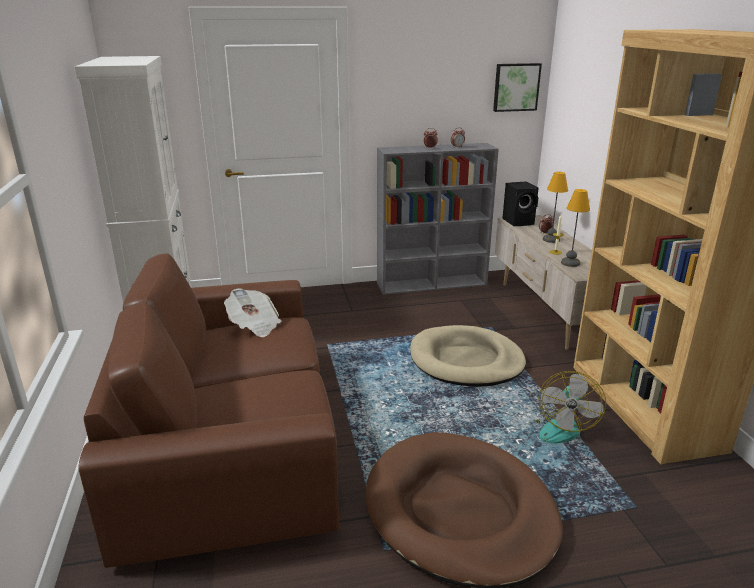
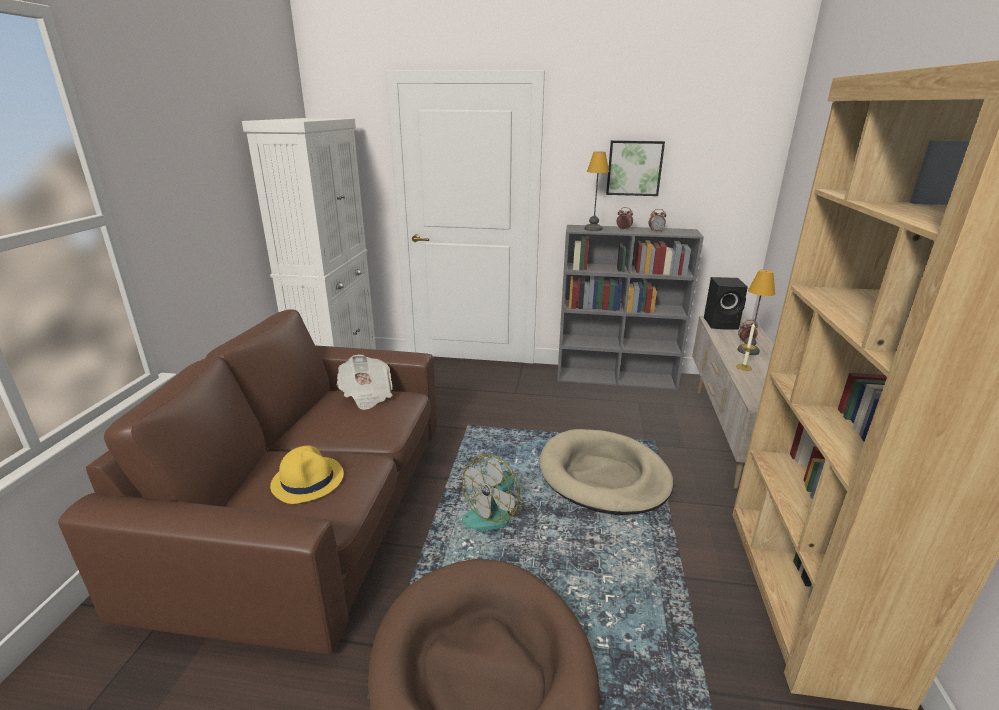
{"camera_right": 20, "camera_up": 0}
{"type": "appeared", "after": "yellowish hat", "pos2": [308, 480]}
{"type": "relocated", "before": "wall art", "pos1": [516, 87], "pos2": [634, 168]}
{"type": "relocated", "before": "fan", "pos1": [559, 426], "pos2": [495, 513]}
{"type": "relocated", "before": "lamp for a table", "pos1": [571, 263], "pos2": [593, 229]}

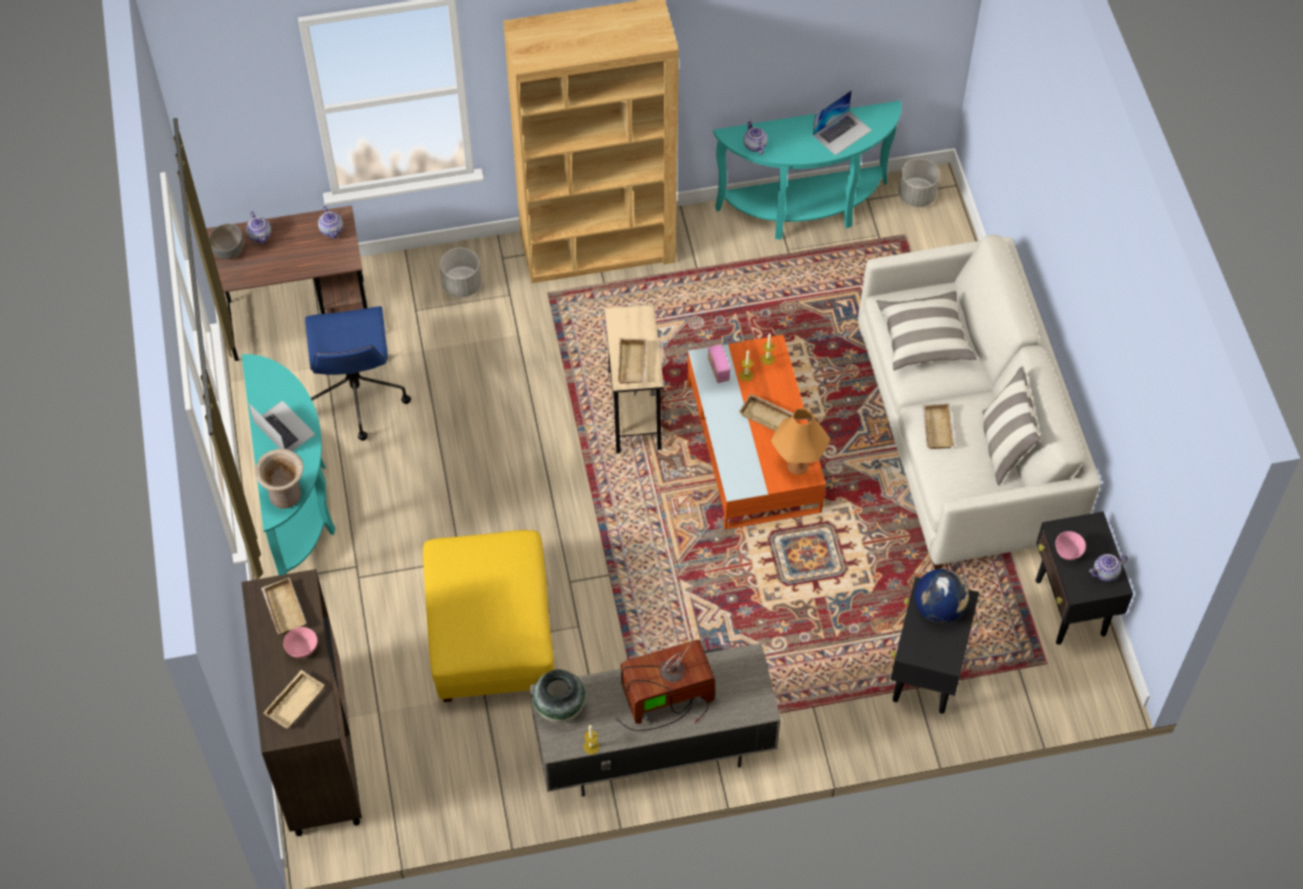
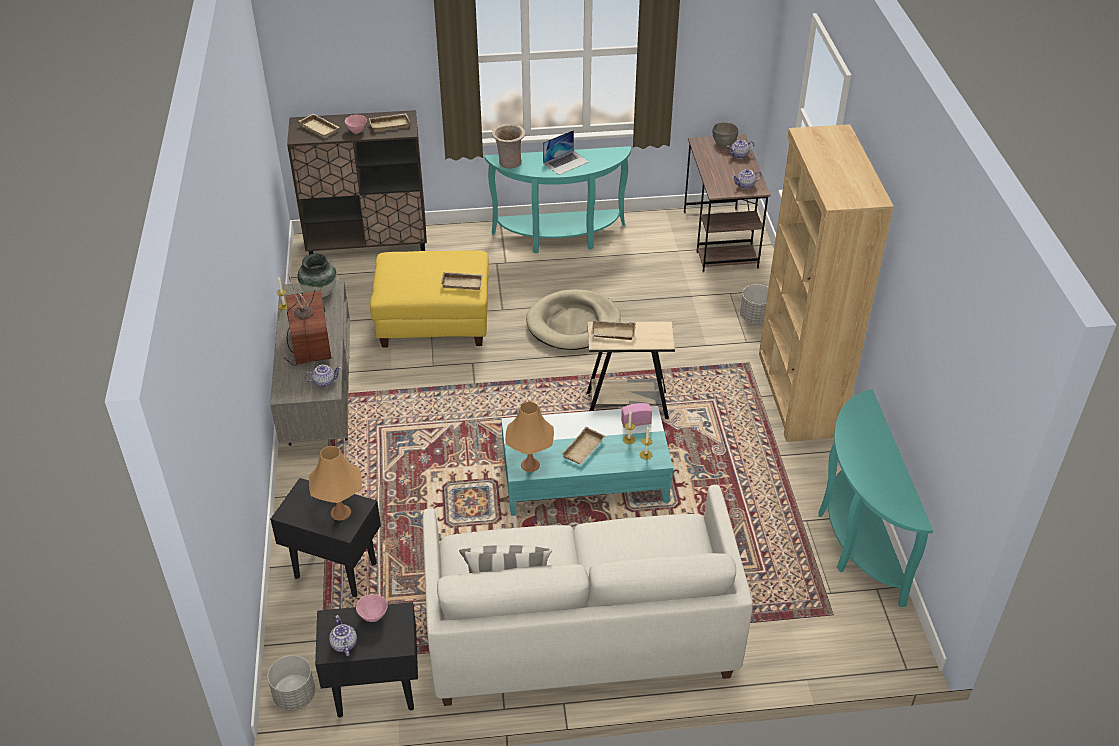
{"camera_right": 95, "camera_up": -15}
{"type": "missing", "before": "blue-coloured office chair", "pos1": [356, 395]}
{"type": "missing", "before": "notebook computer", "pos1": [842, 132]}
{"type": "missing", "before": "cushion", "pos1": [923, 339]}
{"type": "appeared", "after": "beige dog bed", "pos2": [573, 323]}
{"type": "relocated", "before": "tea pot", "pos1": [754, 145], "pos2": [324, 382]}
{"type": "relocated", "before": "gray flower pot", "pos1": [916, 196], "pos2": [294, 695]}
{"type": "relocated", "before": "beige serving tray", "pos1": [935, 428], "pos2": [462, 283]}
{"type": "exchanged", "before": "world globe", "after": "orange-coloured lamp for a table", "pos1": [939, 608], "pos2": [340, 512]}
{"type": "colour", "before": "orange-coloured low table", "after": "blue-green low table", "pos1": [753, 447], "pos2": [584, 477]}

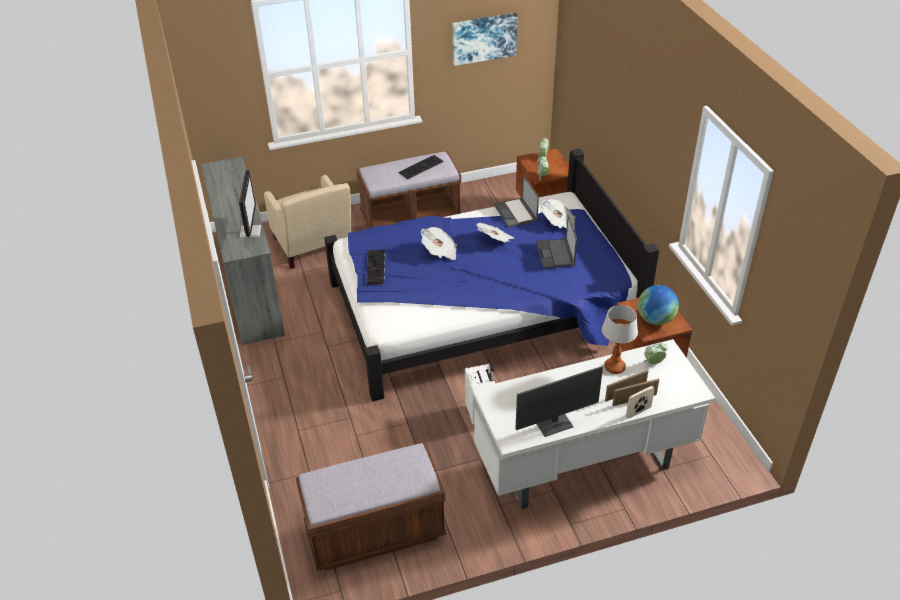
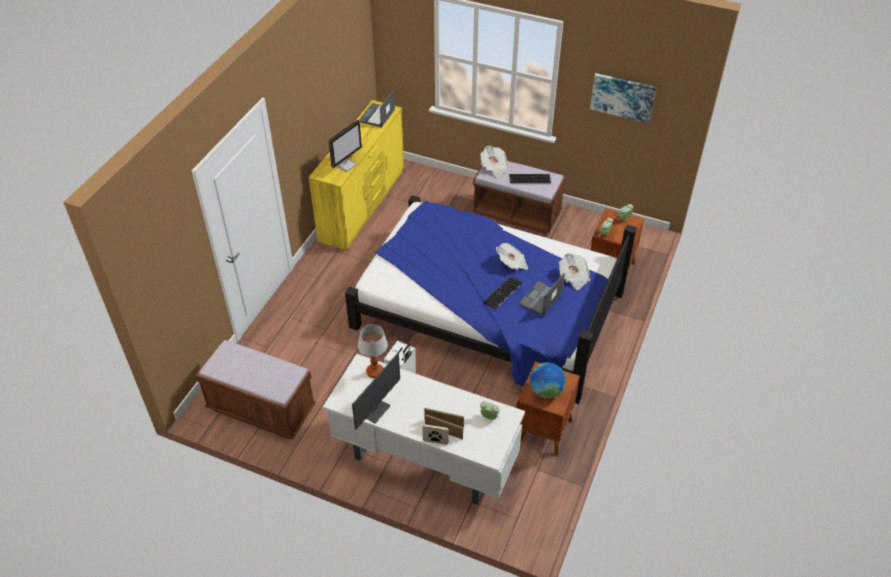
{"camera_right": 40, "camera_up": 5}
{"type": "missing", "before": "beige easy chair", "pos1": [313, 247]}
{"type": "relocated", "before": "PC keyboard", "pos1": [376, 267], "pos2": [503, 293]}
{"type": "relocated", "before": "daily paper", "pos1": [440, 252], "pos2": [494, 167]}
{"type": "relocated", "before": "notebook computer", "pos1": [516, 213], "pos2": [376, 116]}
{"type": "relocated", "before": "lamp for a table", "pos1": [615, 367], "pos2": [375, 372]}
{"type": "colour", "before": "gray chest of drawers", "after": "yellowish chest of drawers", "pos1": [251, 287], "pos2": [363, 205]}
{"type": "spun", "before": "computer screen", "pos1": [553, 423], "pos2": [375, 410], "turn": -75}

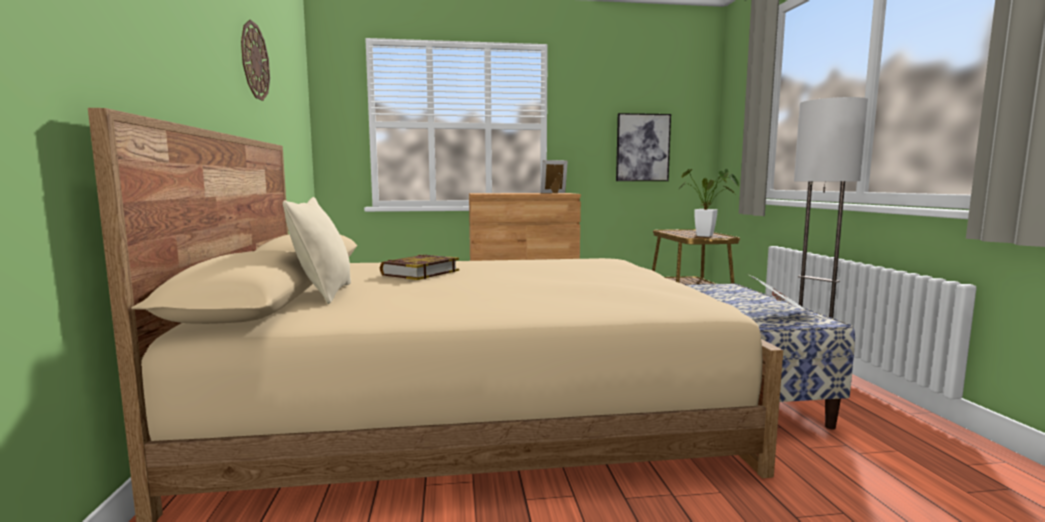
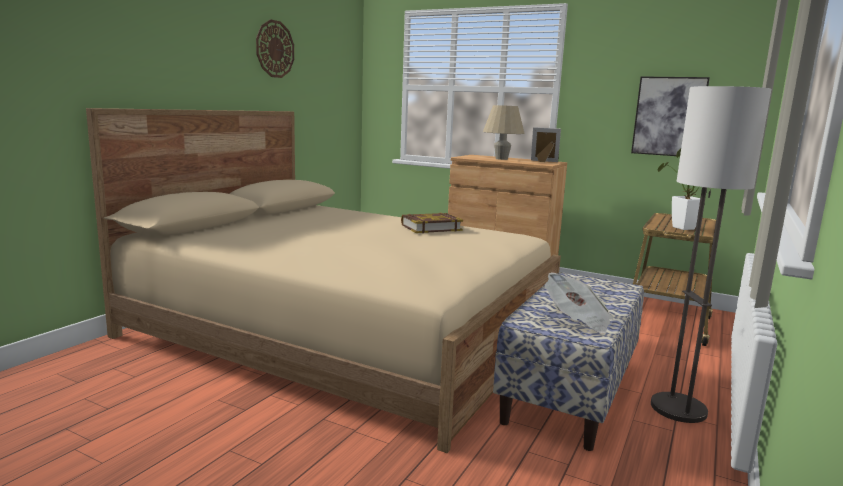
{"camera_right": 35, "camera_up": 5}
{"type": "missing", "before": "beige cushion", "pos1": [324, 293]}
{"type": "appeared", "after": "beige lamp for a table", "pos2": [501, 159]}
{"type": "relocated", "before": "bound book", "pos1": [420, 273], "pos2": [431, 227]}

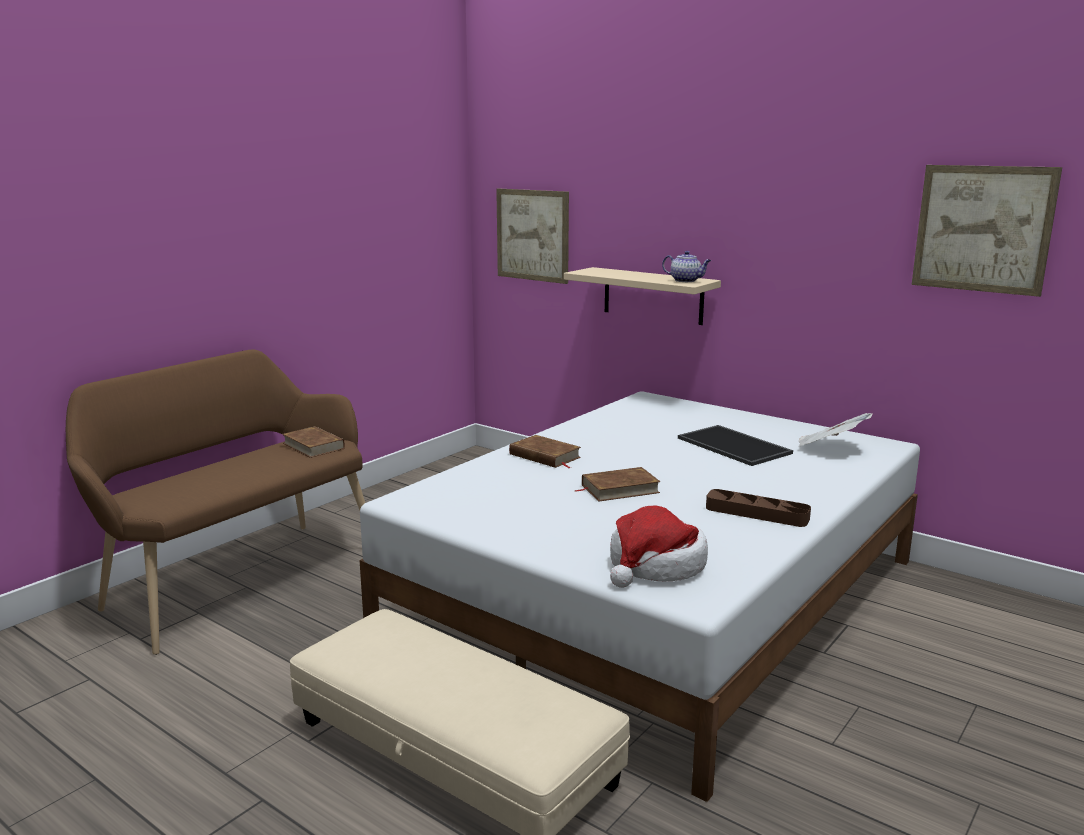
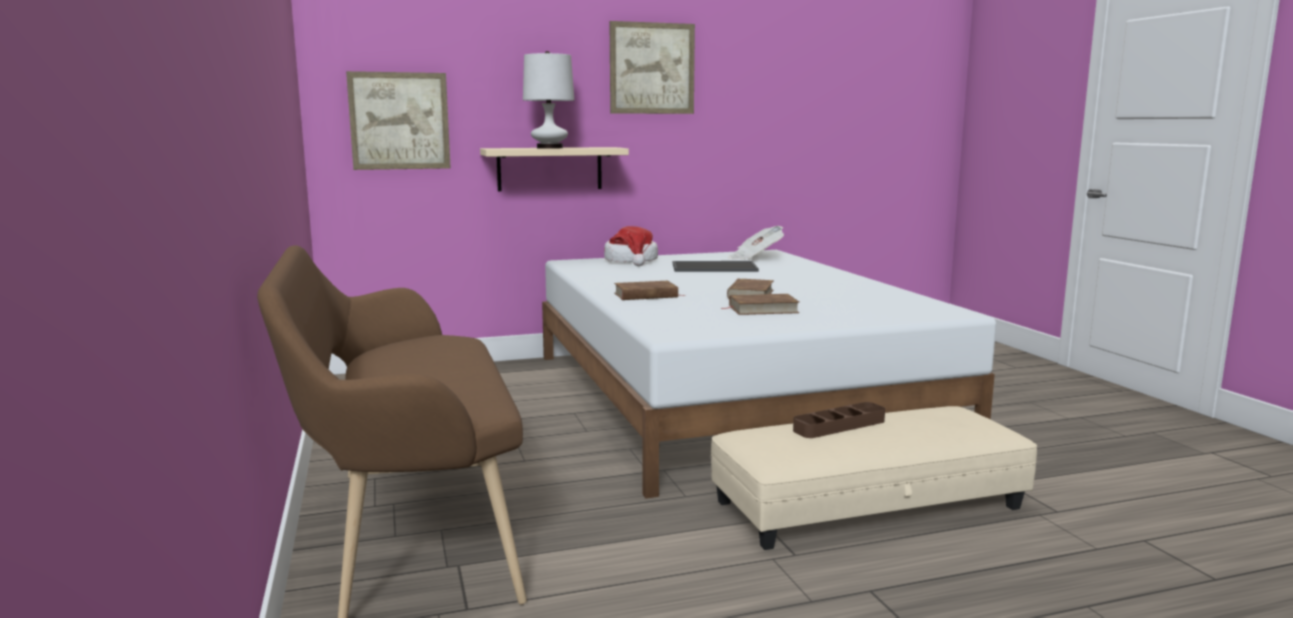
{"camera_right": -55, "camera_up": -5}
{"type": "missing", "before": "tea pot", "pos1": [686, 280]}
{"type": "appeared", "after": "whitish lamp for a table", "pos2": [549, 148]}
{"type": "relocated", "before": "brownish bound book", "pos1": [313, 446], "pos2": [762, 309]}
{"type": "relocated", "before": "hat", "pos1": [655, 566], "pos2": [631, 261]}
{"type": "relocated", "before": "brownish serving tray", "pos1": [757, 513], "pos2": [839, 425]}
{"type": "relocated", "before": "wall art", "pos1": [983, 229], "pos2": [652, 68]}

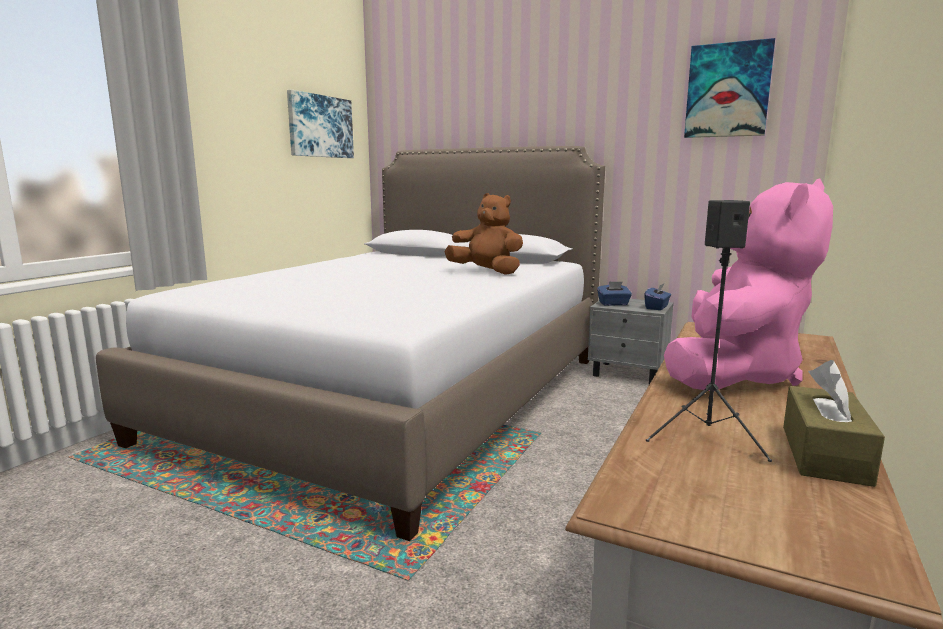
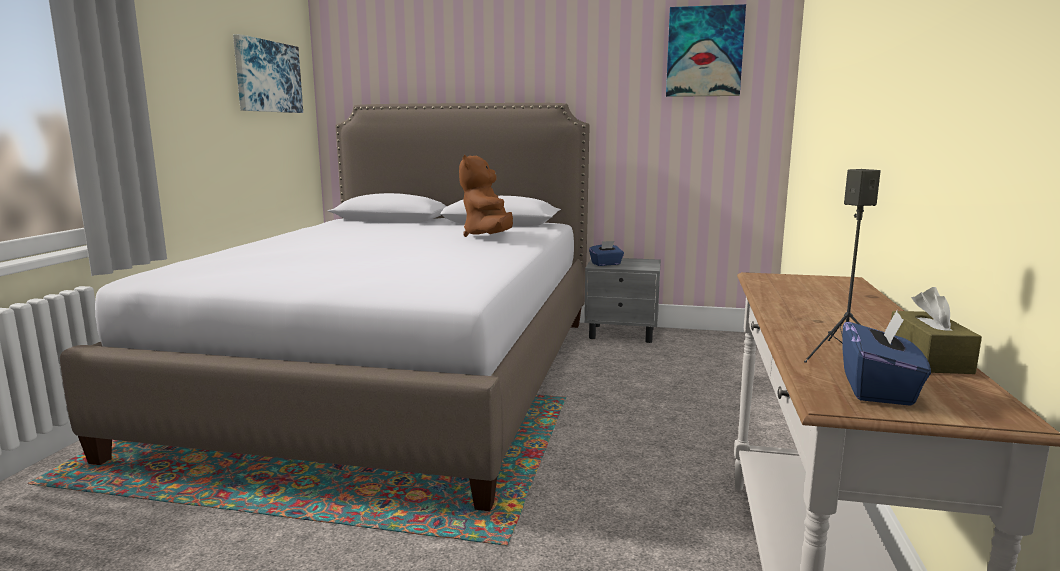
{"camera_right": -15, "camera_up": 0}
{"type": "missing", "before": "pink-coloured soft toy", "pos1": [732, 375]}
{"type": "relocated", "before": "blue-coloured tissue holder", "pos1": [657, 307], "pos2": [878, 389]}
{"type": "spun", "before": "brownish soft toy", "pos1": [487, 272], "pos2": [489, 237], "turn": -105}

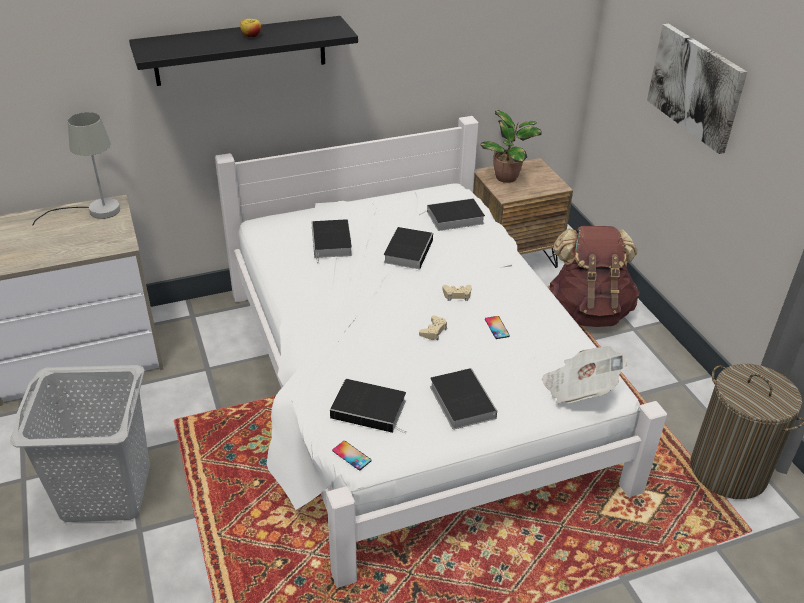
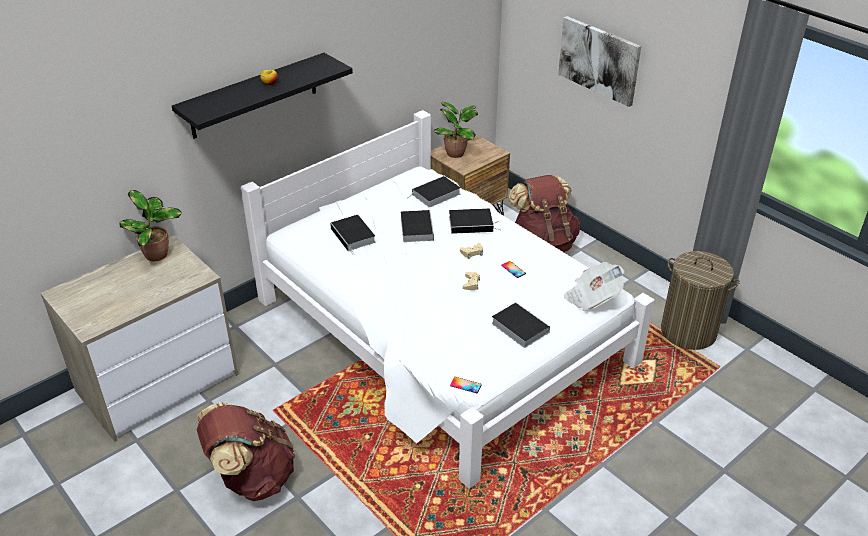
{"camera_right": -20, "camera_up": 0}
{"type": "relocated", "before": "bound book", "pos1": [371, 409], "pos2": [472, 223]}
{"type": "exchanged", "before": "gray washing basket", "after": "brownish rucksack", "pos1": [106, 491], "pos2": [252, 478]}
{"type": "exchanged", "before": "gray lamp for a table", "after": "plant in a pot", "pos1": [94, 211], "pos2": [158, 255]}

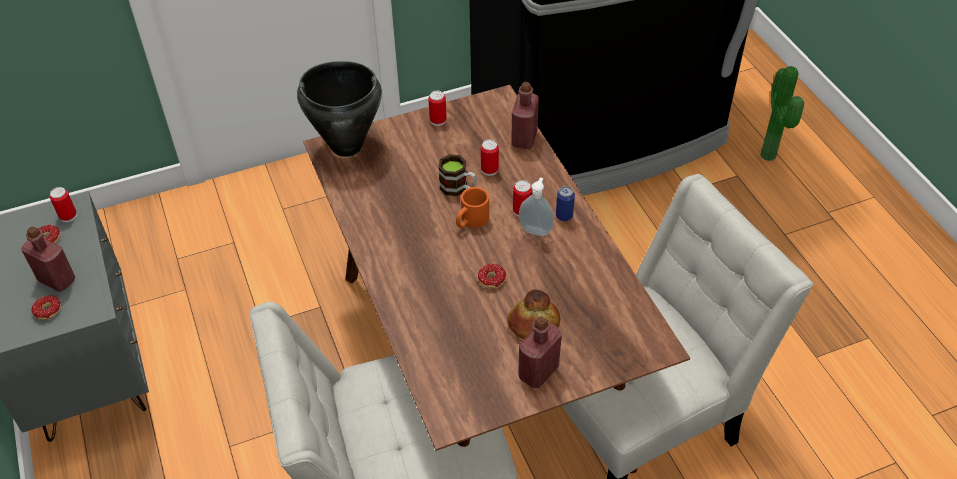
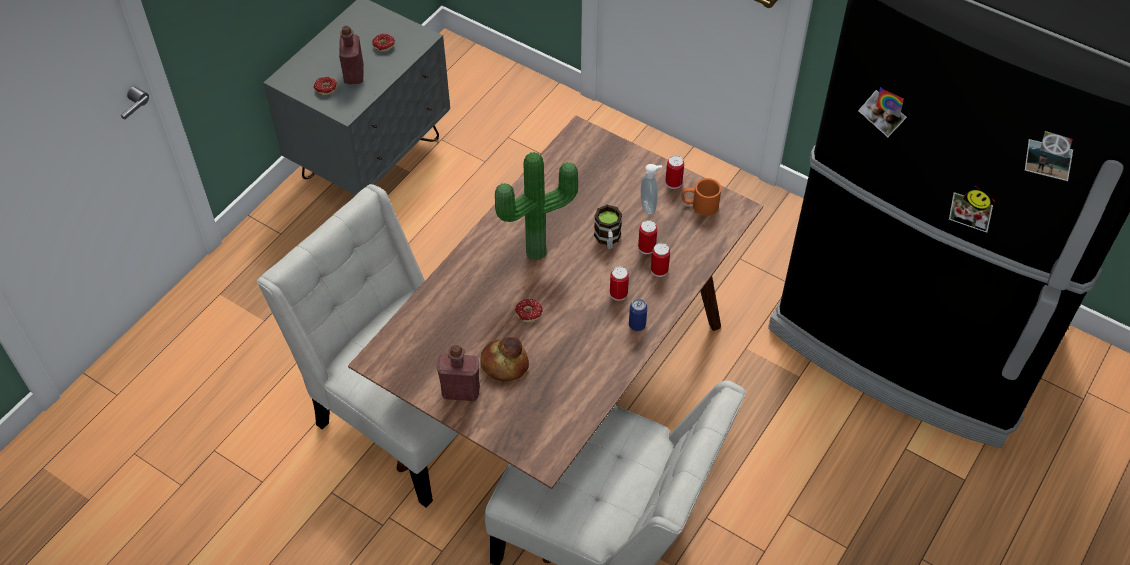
{"camera_right": 55, "camera_up": 5}
{"type": "missing", "before": "black cooking pot", "pos1": [346, 146]}
{"type": "missing", "before": "red beverage bottle", "pos1": [524, 138]}
{"type": "relocated", "before": "sealed can", "pos1": [68, 216], "pos2": [659, 270]}
{"type": "relocated", "before": "orange-coloured tea mug", "pos1": [471, 221], "pos2": [699, 205]}
{"type": "relocated", "before": "soap dispenser", "pos1": [536, 230], "pos2": [649, 207]}
{"type": "relocated", "before": "plant in a pot", "pos1": [771, 155], "pos2": [538, 255]}

